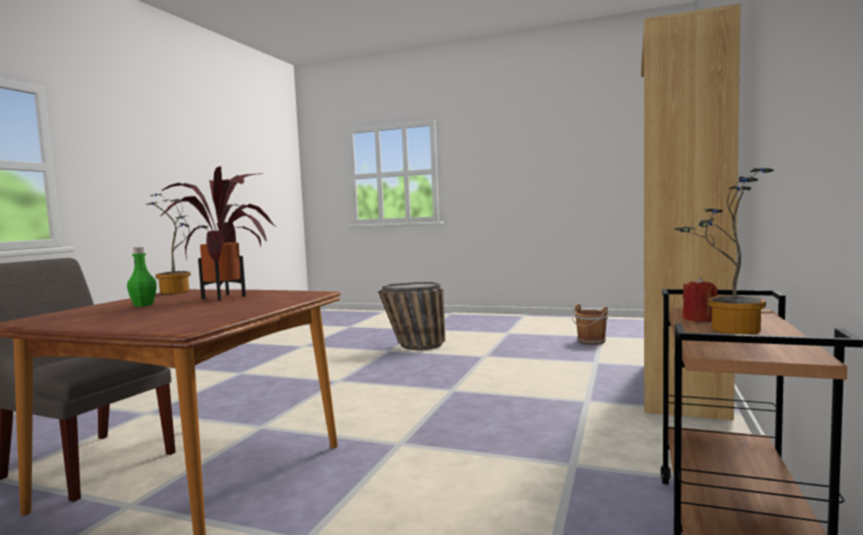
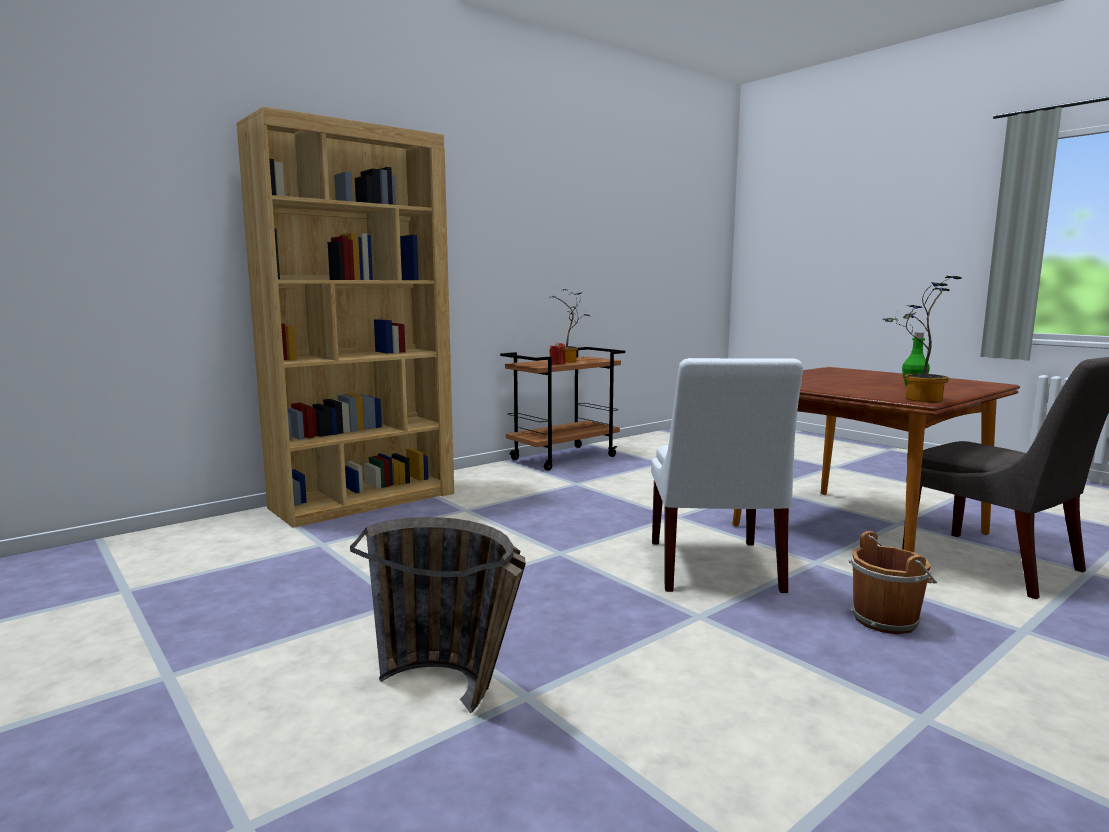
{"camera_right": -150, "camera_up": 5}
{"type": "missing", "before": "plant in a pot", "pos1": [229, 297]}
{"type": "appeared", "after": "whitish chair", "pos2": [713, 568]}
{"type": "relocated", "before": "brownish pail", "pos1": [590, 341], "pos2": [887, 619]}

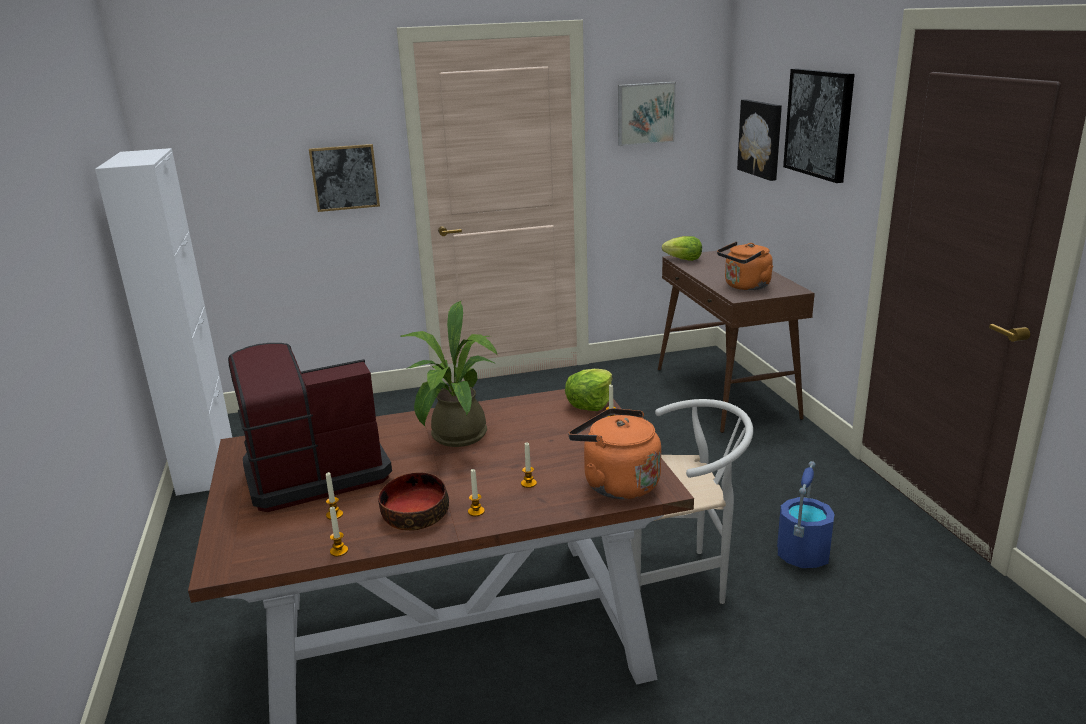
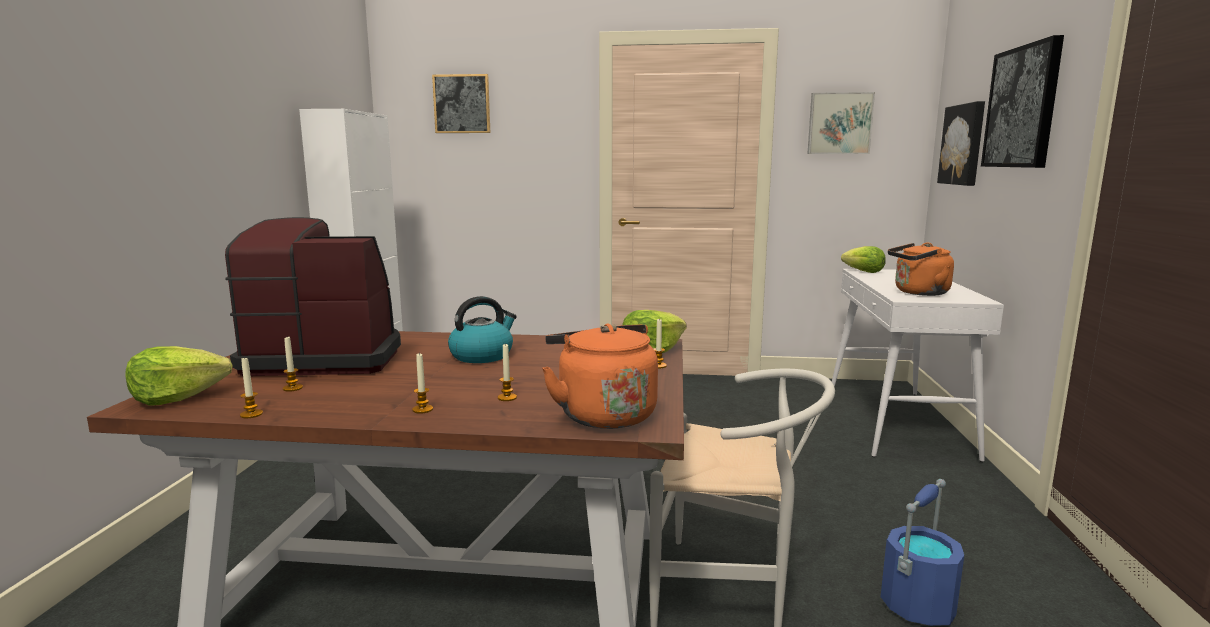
{"camera_right": 20, "camera_up": -10}
{"type": "missing", "before": "bowl", "pos1": [414, 515]}
{"type": "appeared", "after": "lettuce head", "pos2": [178, 397]}
{"type": "relocated", "before": "wall art", "pos1": [344, 177], "pos2": [462, 104]}
{"type": "exchanged", "before": "plant in a pot", "after": "water kettle", "pos1": [455, 439], "pos2": [482, 355]}
{"type": "colour", "before": "brownish narrow table", "after": "whitish narrow table", "pos1": [726, 393], "pos2": [897, 422]}

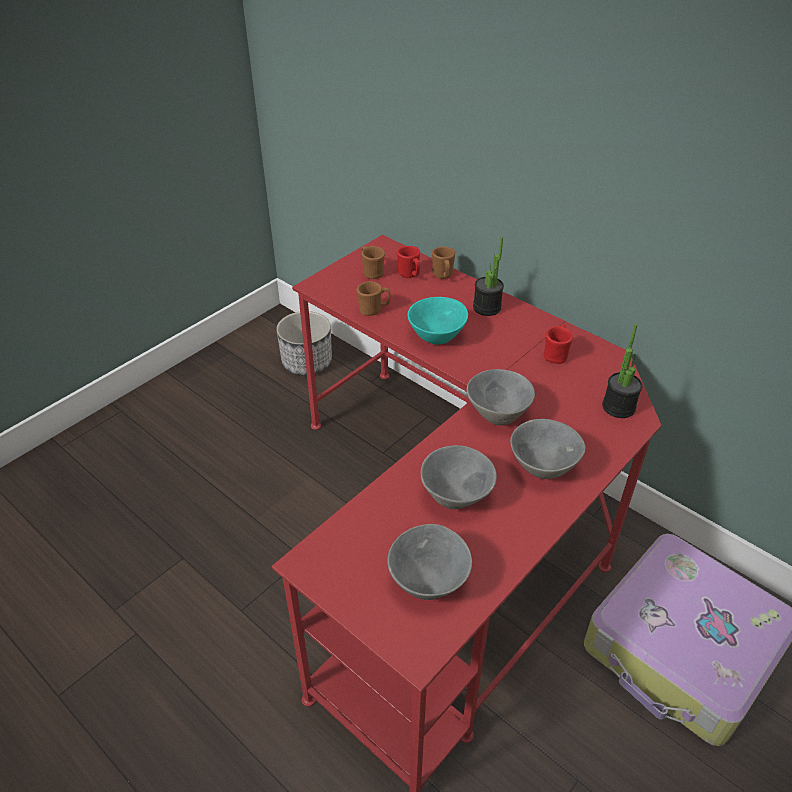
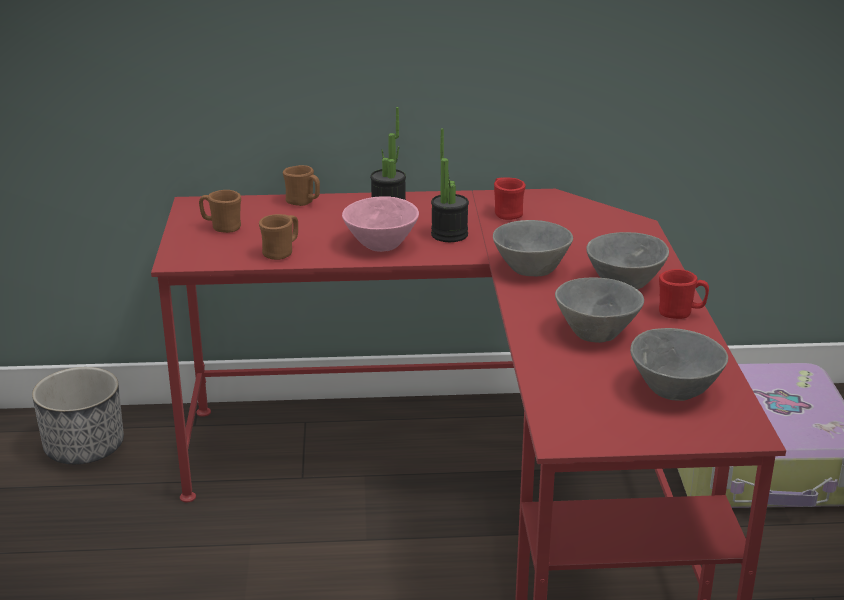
{"camera_right": -45, "camera_up": -15}
{"type": "relocated", "before": "red tea mug", "pos1": [410, 275], "pos2": [680, 313]}
{"type": "relocated", "before": "plant in a pot", "pos1": [618, 407], "pos2": [449, 235]}
{"type": "colour", "before": "blue-green bowl", "after": "pink-coloured bowl", "pos1": [435, 335], "pos2": [379, 245]}

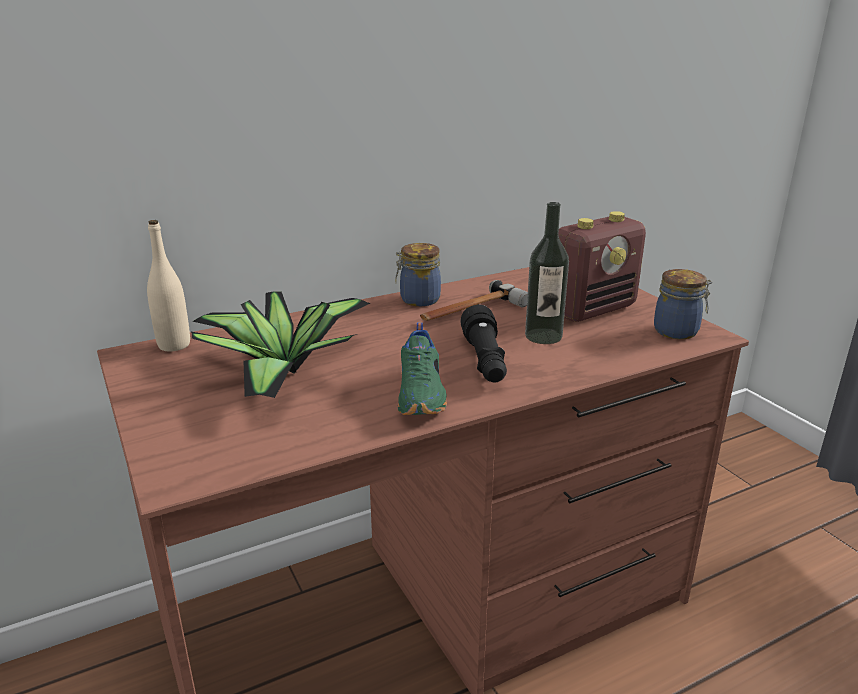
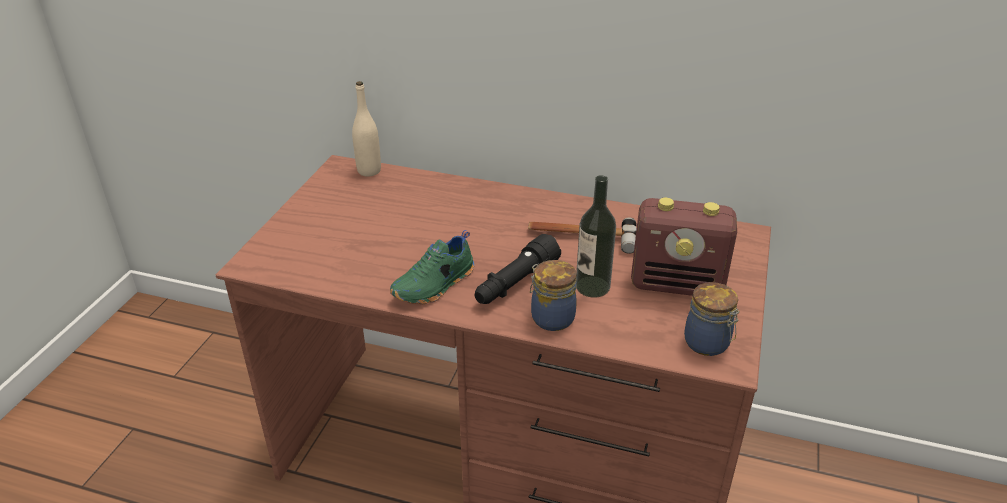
{"camera_right": 45, "camera_up": 10}
{"type": "missing", "before": "plant in a pot", "pos1": [282, 370]}
{"type": "relocated", "before": "jar", "pos1": [418, 300], "pos2": [551, 317]}

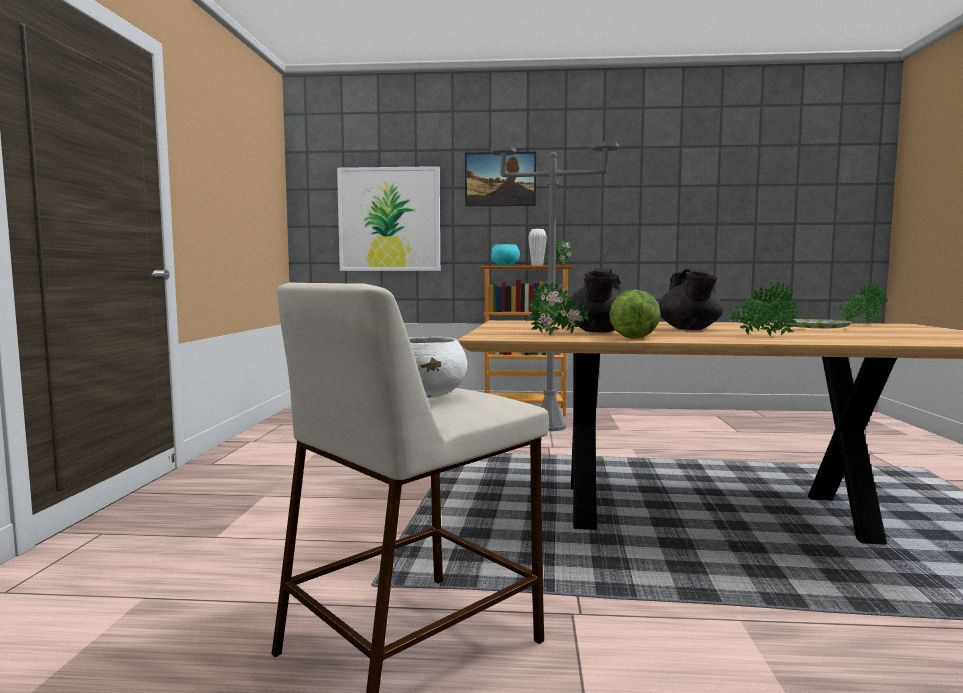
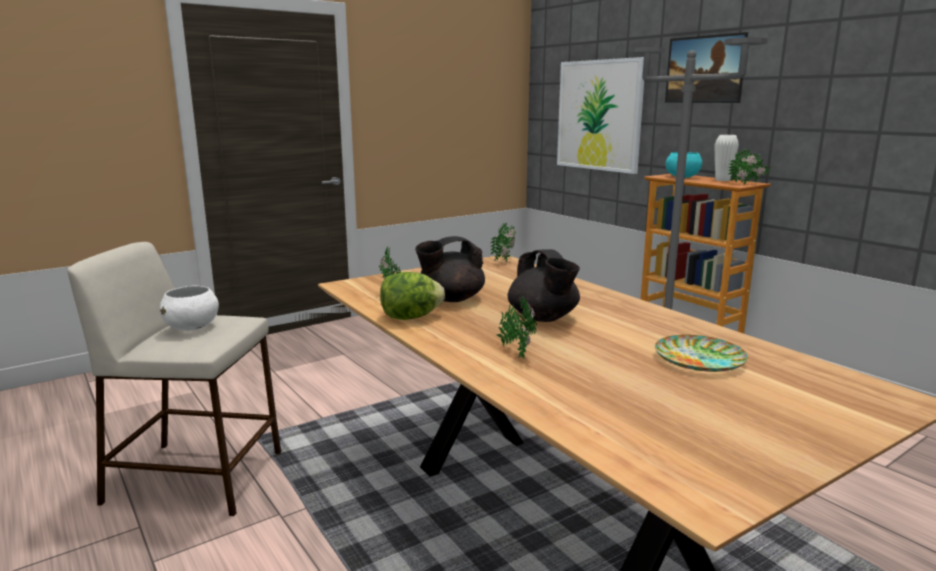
{"camera_right": 50, "camera_up": 10}
{"type": "relocated", "before": "plant in a pot", "pos1": [861, 324], "pos2": [505, 260]}
{"type": "spun", "before": "black tea pot", "pos1": [689, 329], "pos2": [543, 318], "turn": -75}

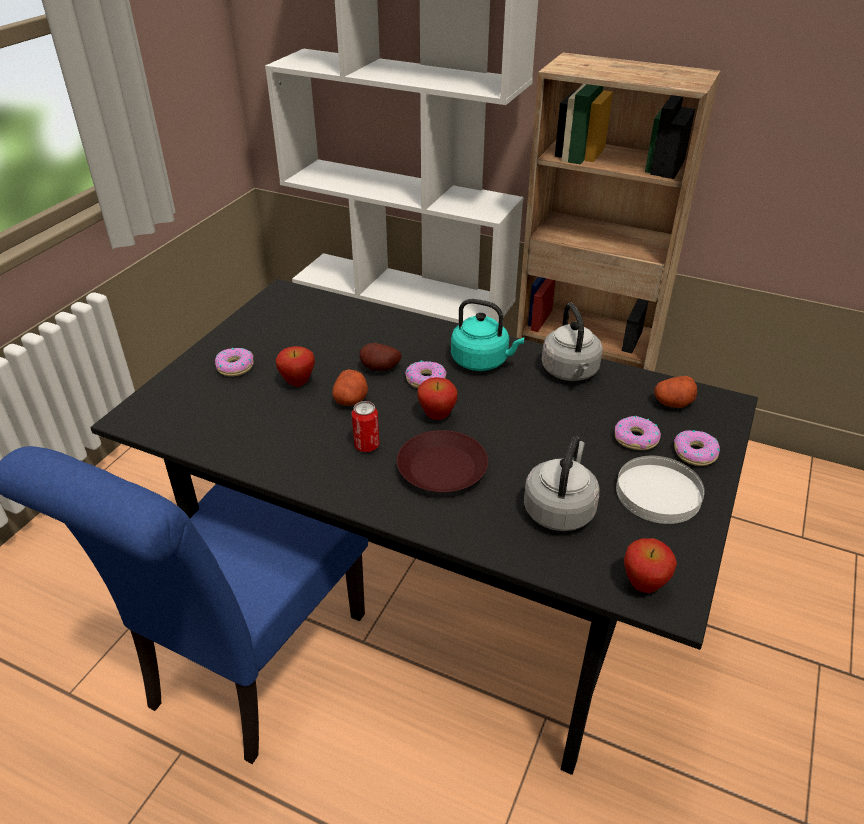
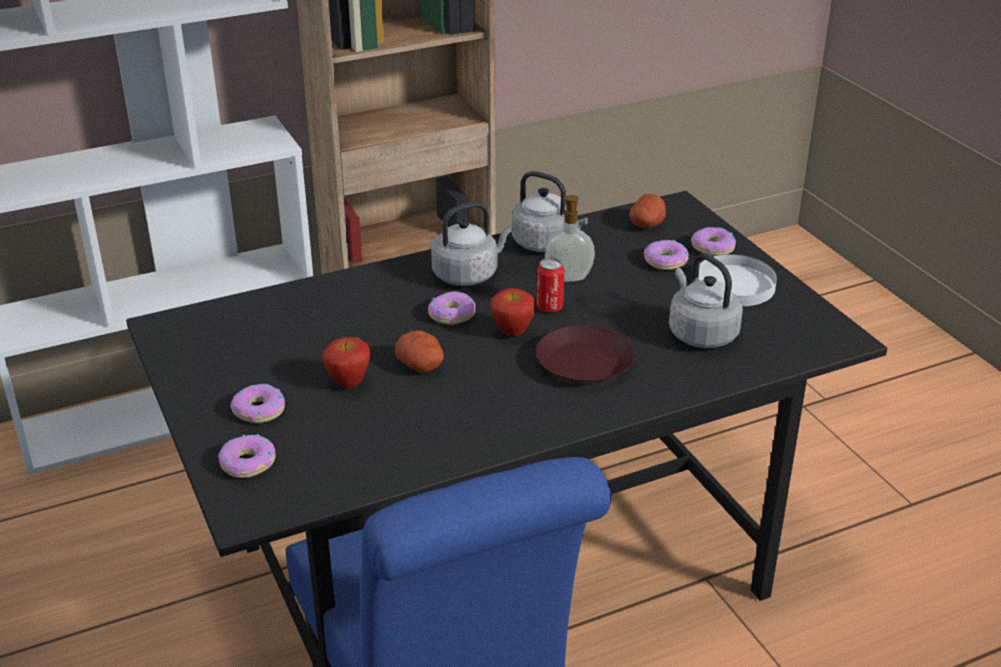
{"camera_right": -50, "camera_up": -5}
{"type": "missing", "before": "spud", "pos1": [379, 369]}
{"type": "missing", "before": "whole apple", "pos1": [643, 585]}
{"type": "appeared", "after": "donut", "pos2": [248, 463]}
{"type": "appeared", "after": "soap dispenser", "pos2": [569, 278]}
{"type": "relocated", "before": "sealed can", "pos1": [366, 445], "pos2": [549, 307]}
{"type": "colour", "before": "blue-green water kettle", "after": "gray water kettle", "pos1": [482, 361], "pos2": [468, 274]}

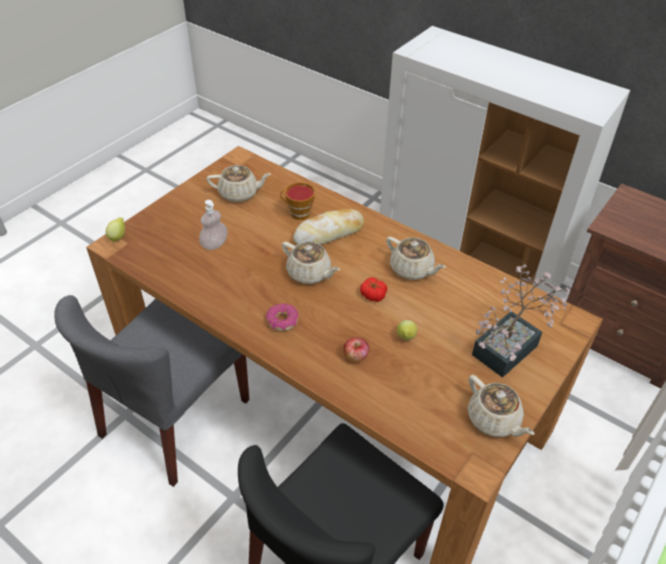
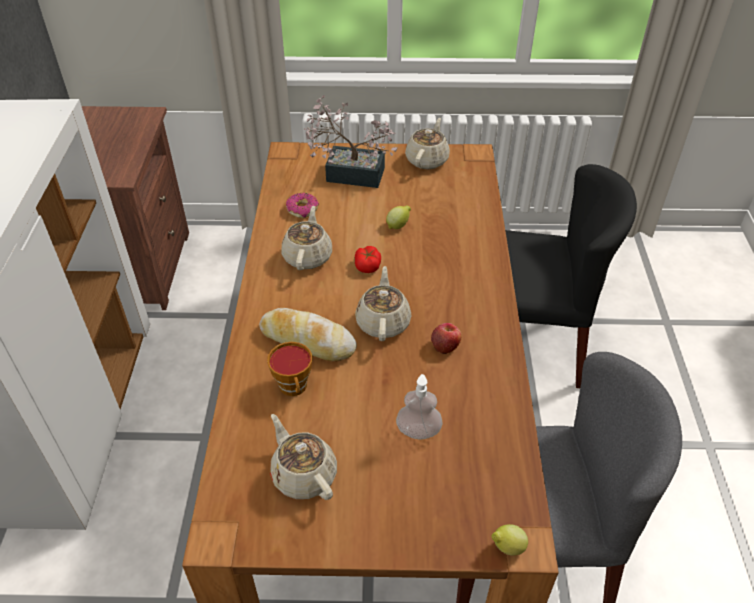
{"camera_right": -125, "camera_up": 0}
{"type": "relocated", "before": "donut", "pos1": [282, 321], "pos2": [302, 209]}
{"type": "relocated", "before": "whole apple", "pos1": [356, 356], "pos2": [445, 346]}

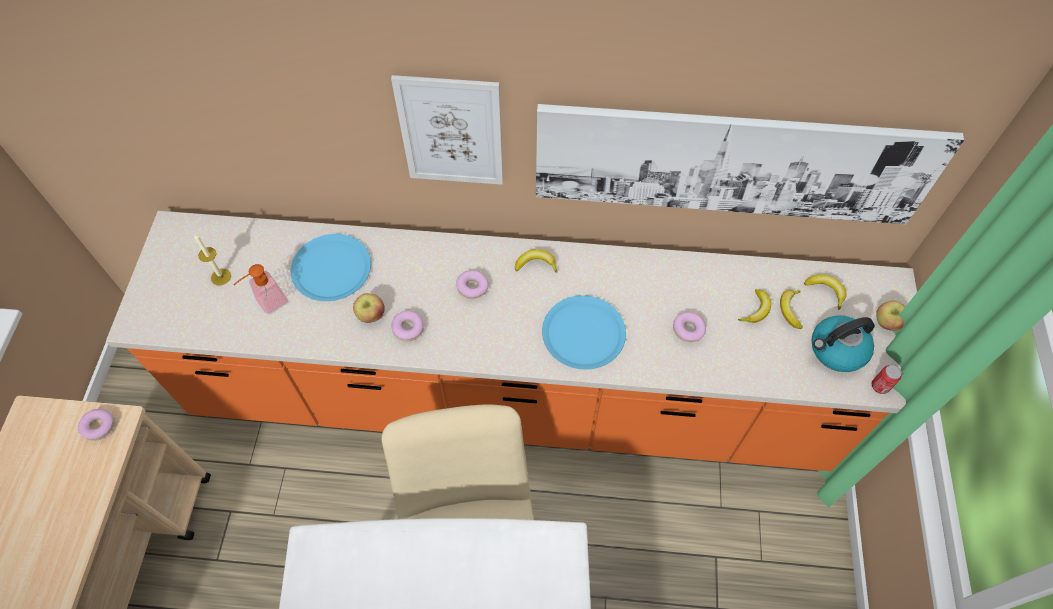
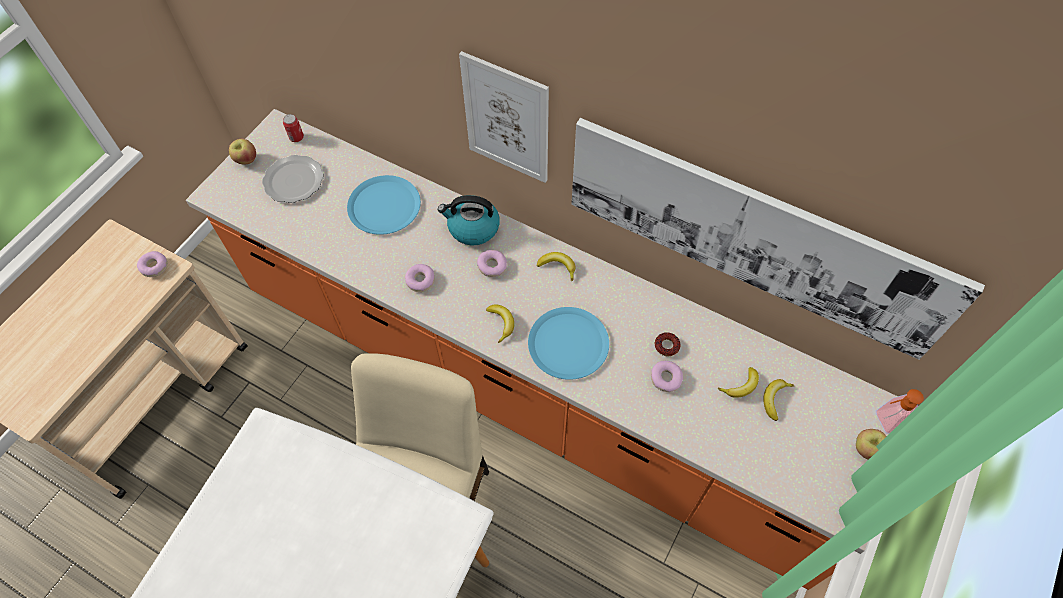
{"camera_right": 25, "camera_up": 0}
{"type": "appeared", "after": "donut", "pos2": [667, 346]}
{"type": "relocated", "before": "soap dispenser", "pos1": [267, 304], "pos2": [885, 421]}
{"type": "relocated", "before": "whole apple", "pos1": [371, 315], "pos2": [246, 160]}
{"type": "relocated", "before": "whole banana", "pos1": [826, 291], "pos2": [501, 323]}
{"type": "relocated", "before": "water kettle", "pos1": [836, 350], "pos2": [472, 228]}
{"type": "relocated", "before": "sealed can", "pos1": [880, 386], "pos2": [296, 137]}
{"type": "exchanged", "before": "wax light", "after": "dinner plate", "pos1": [221, 277], "pos2": [295, 180]}

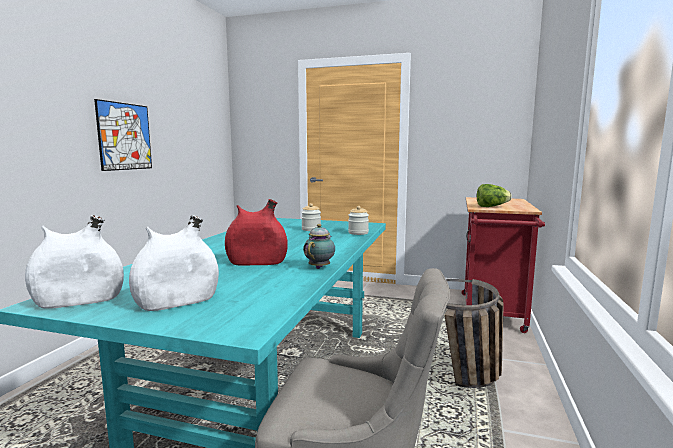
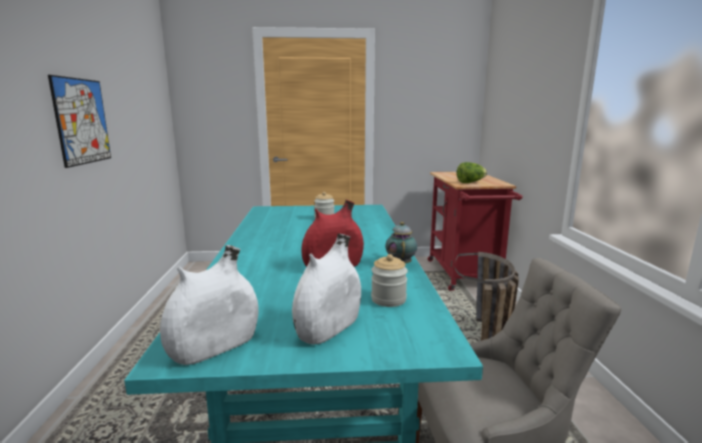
{"camera_right": -20, "camera_up": 5}
{"type": "relocated", "before": "jar", "pos1": [358, 233], "pos2": [388, 299]}

